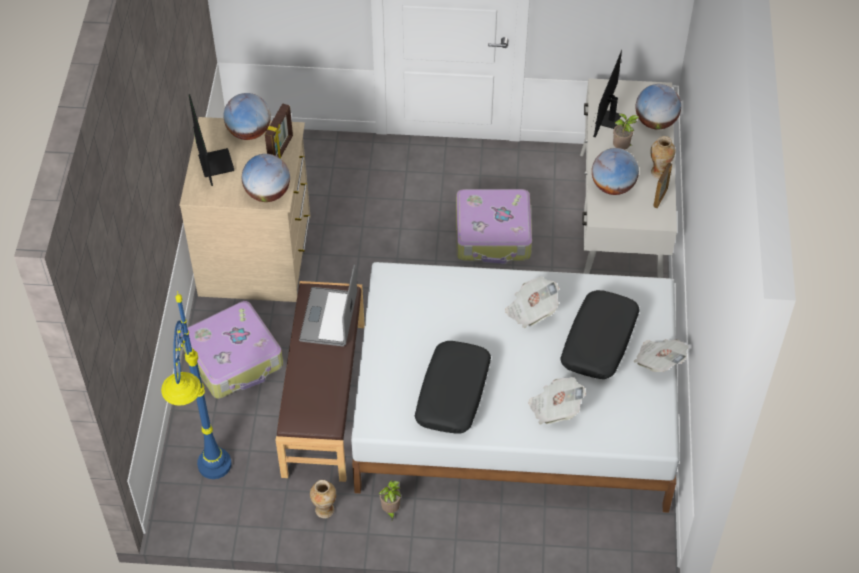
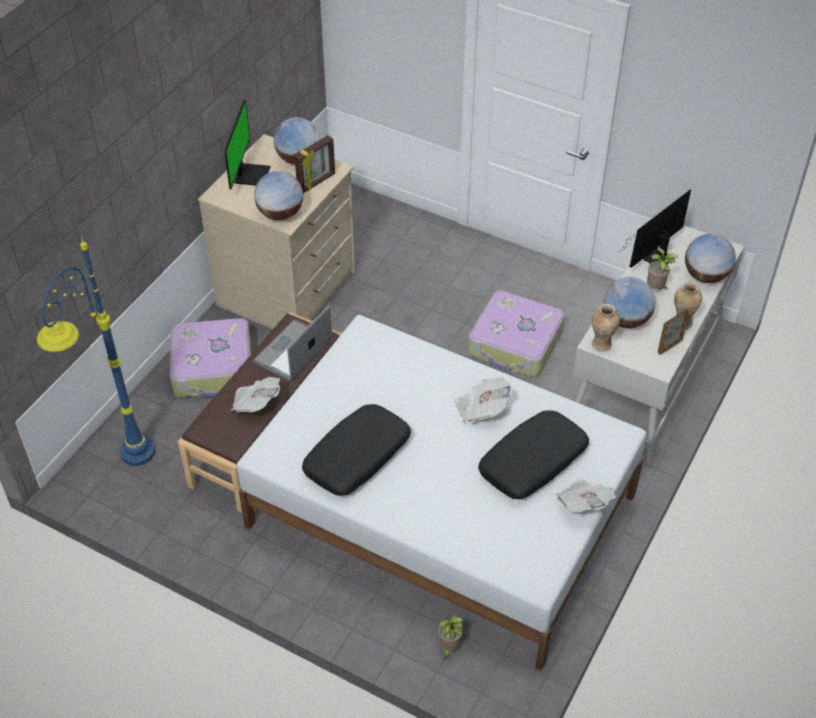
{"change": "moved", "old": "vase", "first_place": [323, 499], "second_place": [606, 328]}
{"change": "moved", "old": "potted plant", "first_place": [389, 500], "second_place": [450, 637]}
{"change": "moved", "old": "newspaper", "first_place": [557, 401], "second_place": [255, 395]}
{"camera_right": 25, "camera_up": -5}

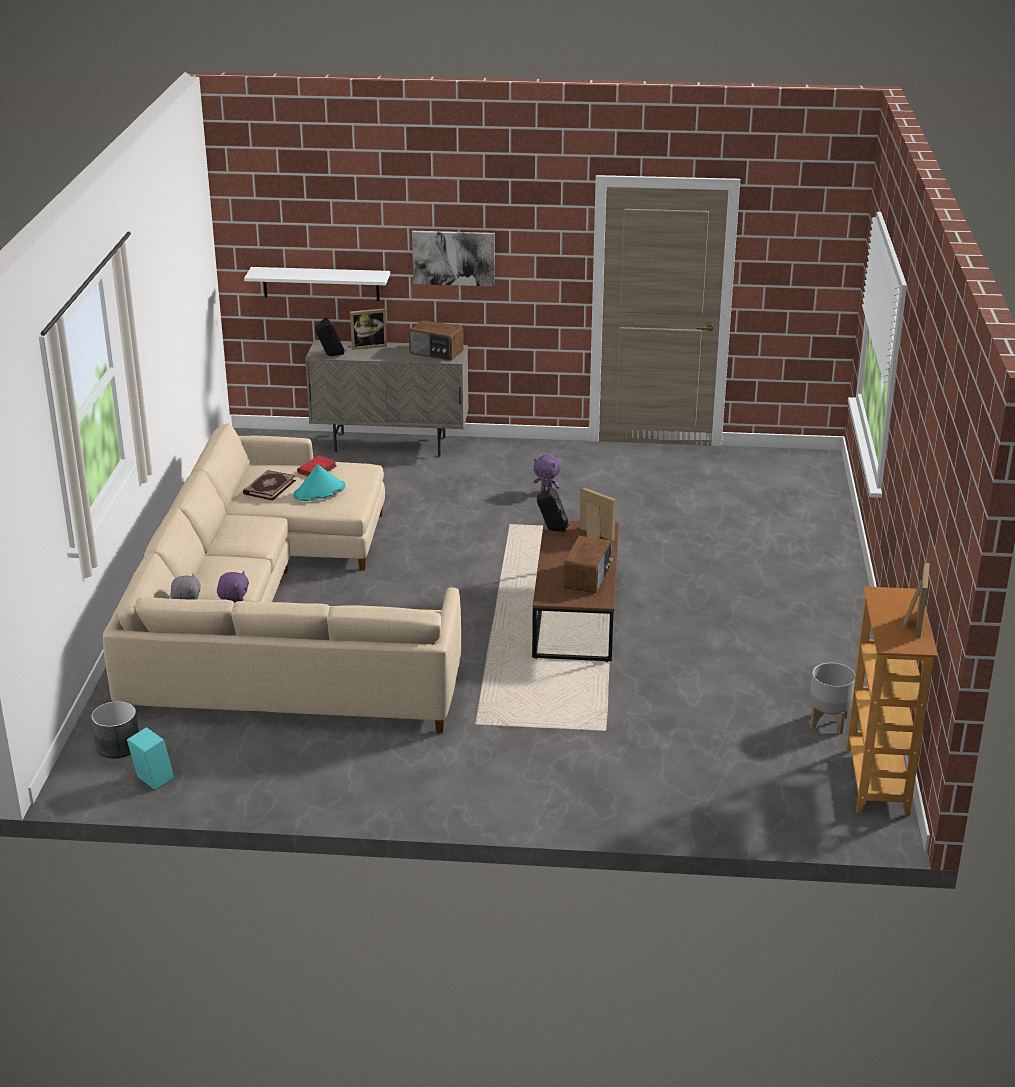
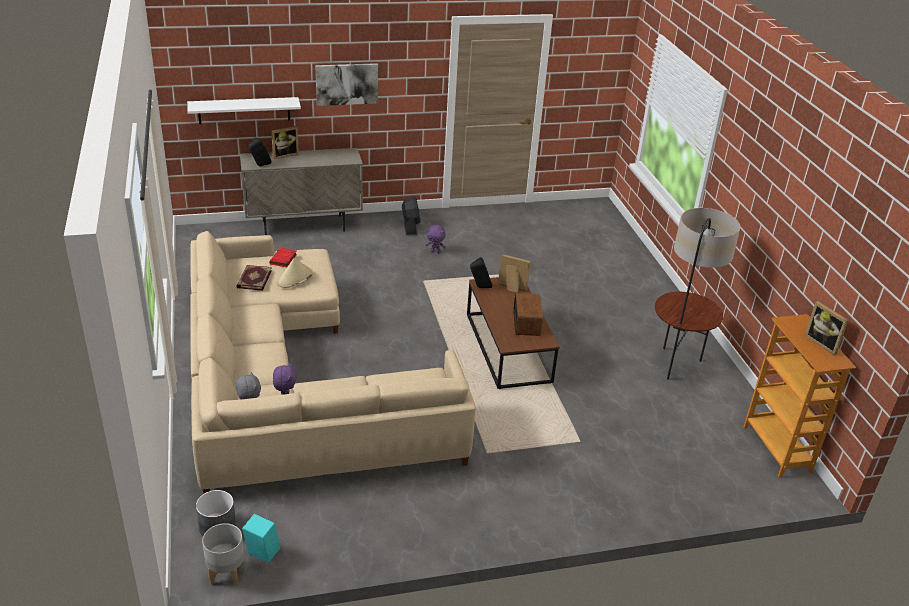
{"change": "removed", "old": "radio", "first_place": [436, 340]}
{"change": "added", "new": "black fan", "second_place": [411, 215]}
{"change": "added", "new": "floor lamp", "second_place": [697, 293]}
{"change": "moved", "old": "grey planter", "first_place": [833, 698], "second_place": [223, 554]}
{"change": "recoloured", "old": "turquoise hat", "new": "beige hat", "first_place": [319, 482], "second_place": [295, 273]}
{"change": "turned", "old": "picture frame", "first_place": [916, 600], "second_place": [827, 328], "degrees": 150}
{"camera_right": -20, "camera_up": 5}

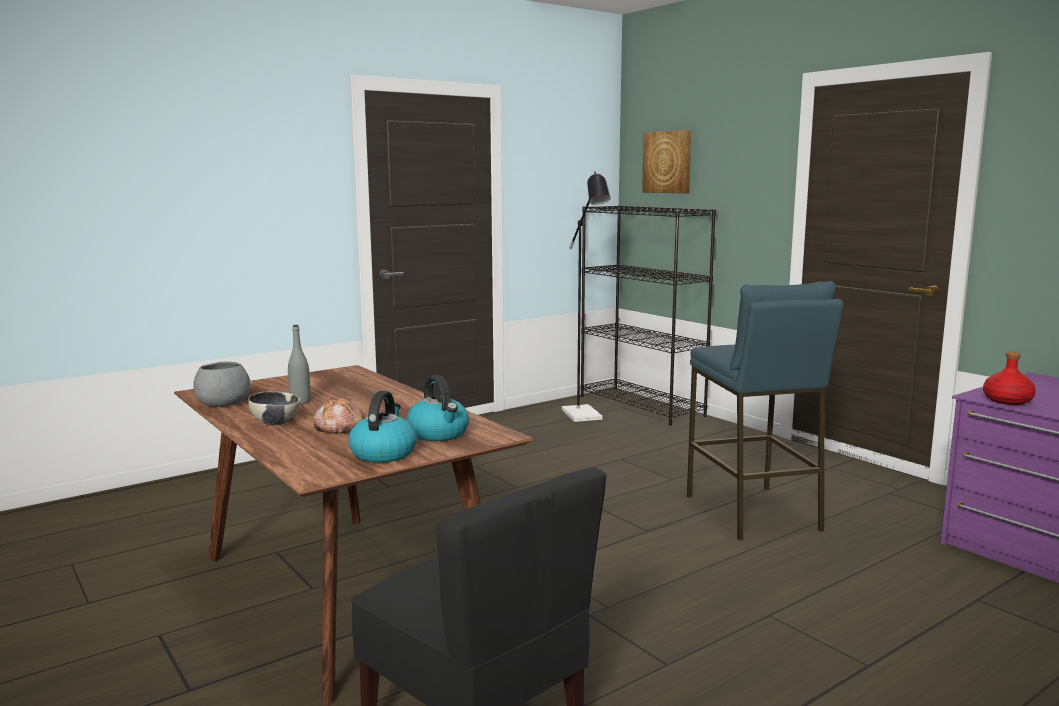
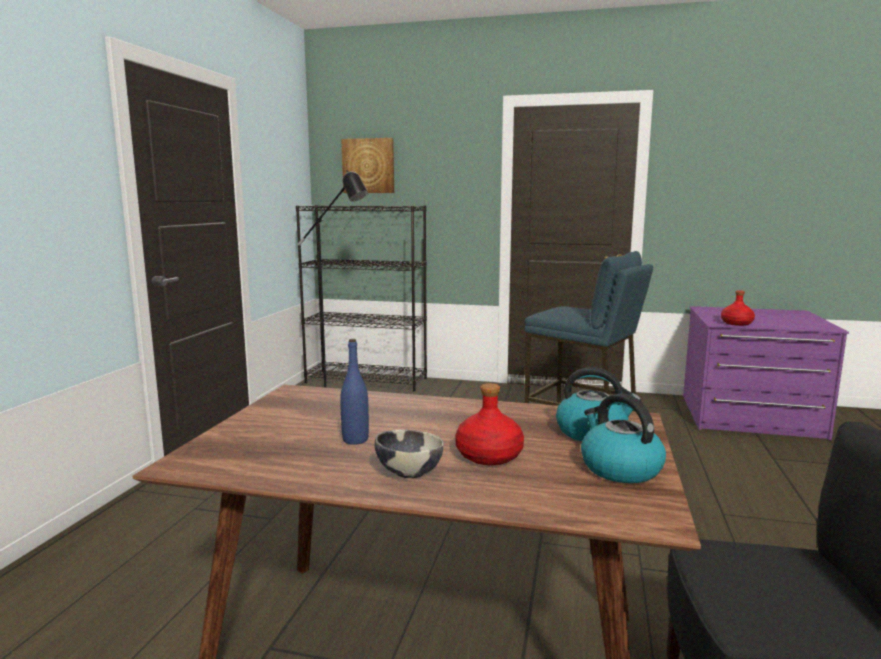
{"change": "removed", "old": "grey bowl", "first_place": [222, 384]}
{"change": "replaced", "old": "bread", "new": "red bottle", "first_place": [338, 415], "second_place": [489, 424]}
{"change": "recoloured", "old": "grey bottle", "new": "blue bottle", "first_place": [299, 364], "second_place": [354, 392]}
{"camera_right": -40, "camera_up": 0}

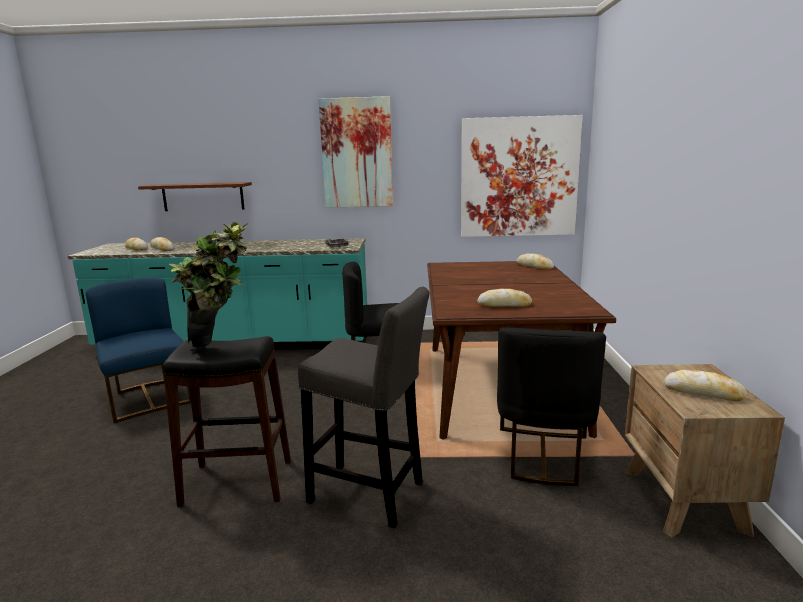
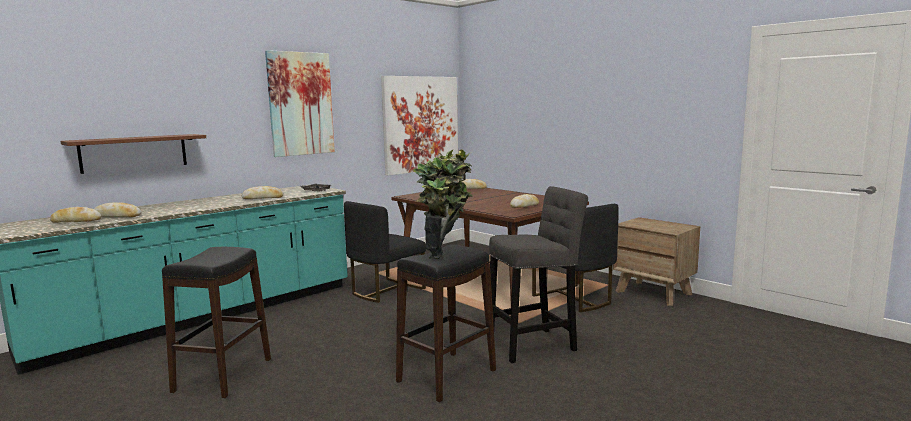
{"change": "moved", "old": "bread", "first_place": [705, 386], "second_place": [263, 192]}
{"change": "replaced", "old": "blue chair", "new": "black stool", "first_place": [138, 350], "second_place": [216, 322]}
{"camera_right": -45, "camera_up": -5}

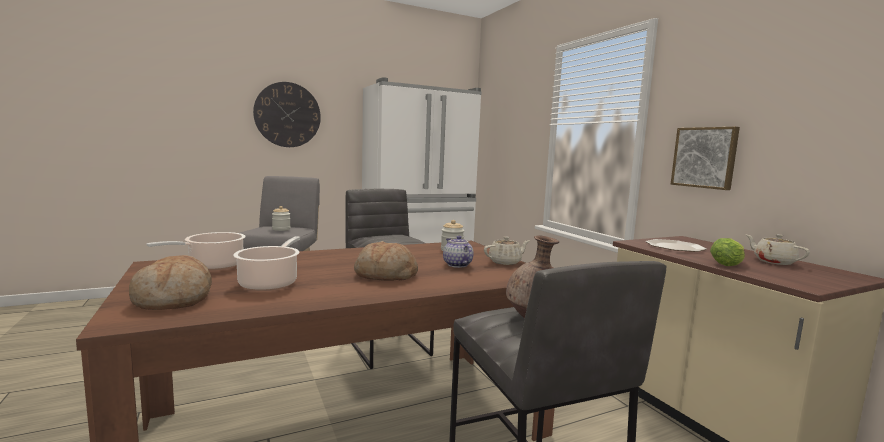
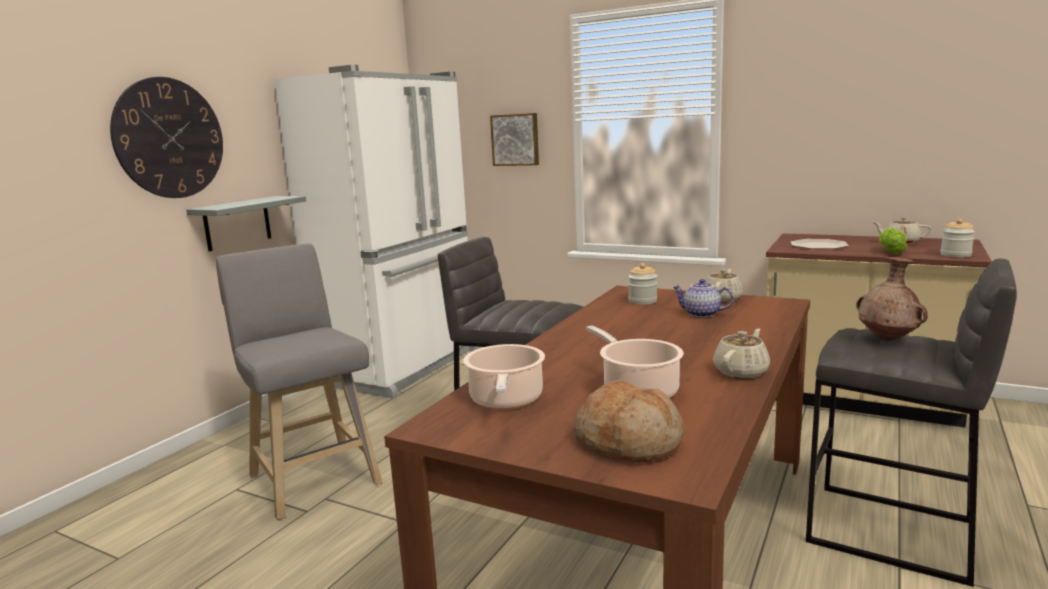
{"change": "removed", "old": "bread", "first_place": [386, 261]}
{"change": "added", "new": "grey shelf", "second_place": [246, 223]}
{"change": "added", "new": "beige teapot", "second_place": [741, 353]}
{"change": "moved", "old": "jar", "first_place": [281, 218], "second_place": [957, 238]}
{"change": "moved", "old": "picture", "first_place": [705, 158], "second_place": [514, 139]}
{"camera_right": -35, "camera_up": 5}

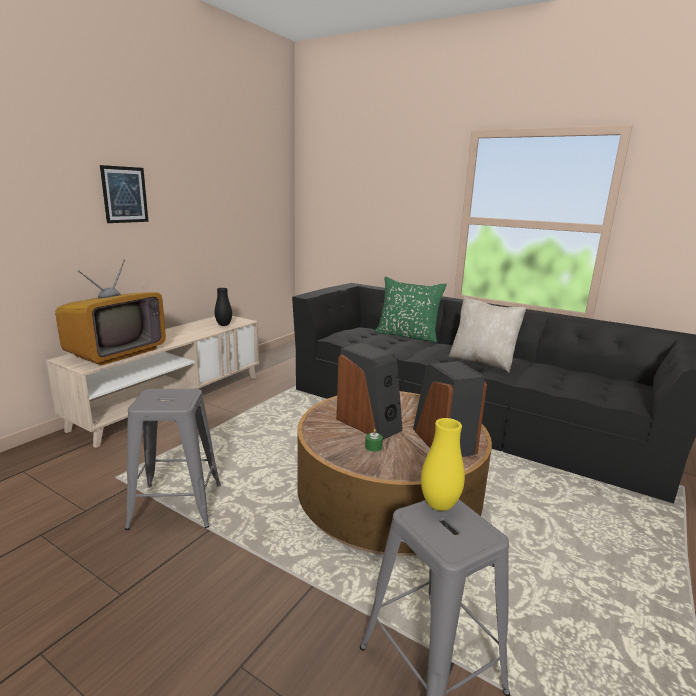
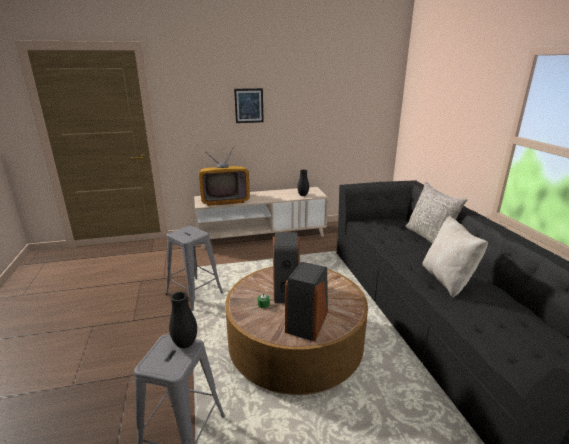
{"change": "recoloured", "old": "green pillow", "new": "grey pillow", "first_place": [410, 310], "second_place": [436, 213]}
{"change": "recoloured", "old": "yellow vase", "new": "black vase", "first_place": [443, 464], "second_place": [183, 320]}
{"camera_right": 45, "camera_up": 5}

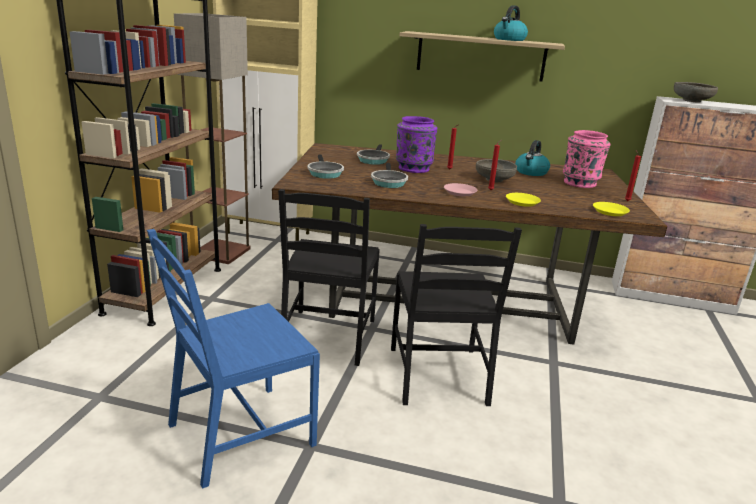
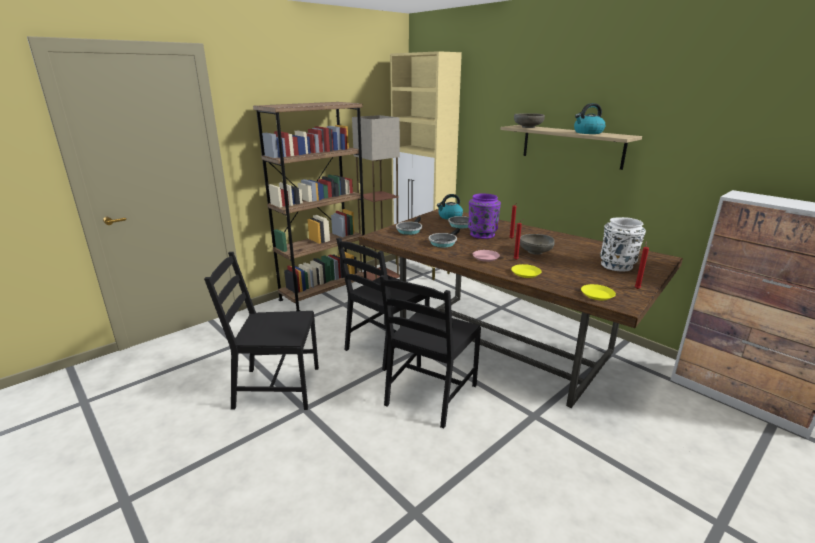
{"change": "moved", "old": "kettle", "first_place": [532, 158], "second_place": [450, 207]}
{"change": "moved", "old": "grey bowl", "first_place": [696, 92], "second_place": [529, 120]}
{"change": "recoloured", "old": "blue chair", "new": "black chair", "first_place": [233, 359], "second_place": [261, 331]}
{"change": "recoloured", "old": "pink vase", "new": "white vase", "first_place": [587, 159], "second_place": [623, 244]}
{"camera_right": 35, "camera_up": 0}

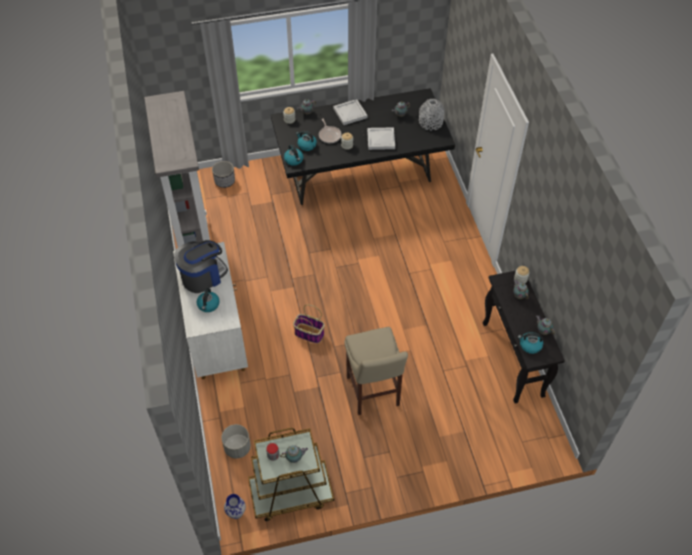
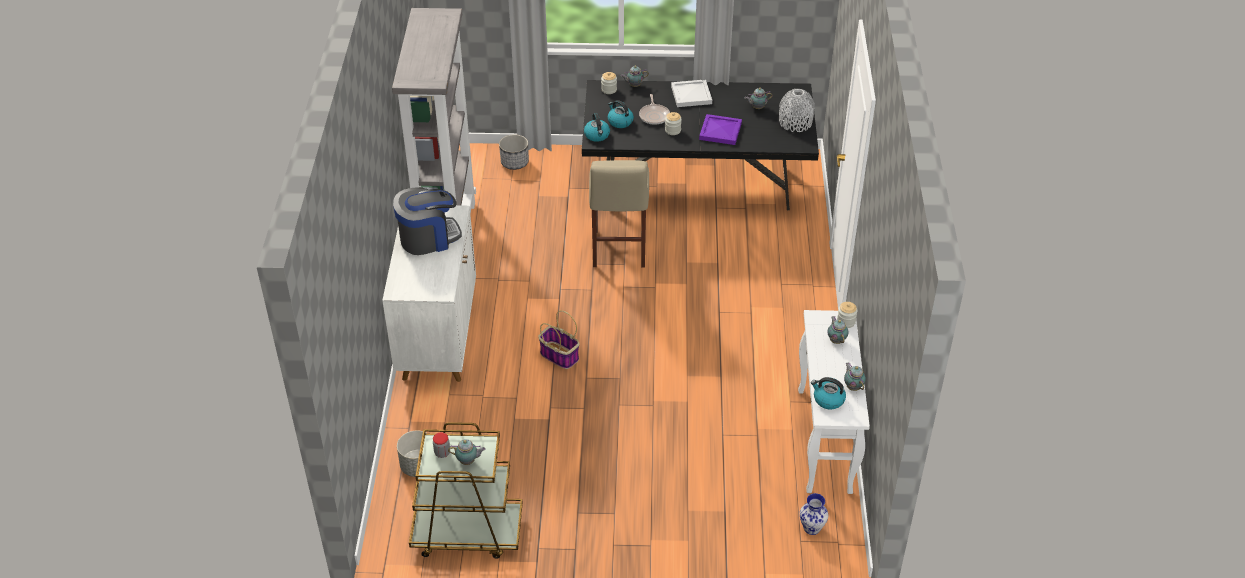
{"change": "removed", "old": "kettle", "first_place": [208, 300]}
{"change": "moved", "old": "vase", "first_place": [235, 506], "second_place": [814, 514]}
{"change": "moved", "old": "beige stool", "first_place": [376, 371], "second_place": [619, 214]}
{"change": "recoloured", "old": "white tray", "new": "purple tray", "first_place": [381, 138], "second_place": [720, 129]}
{"change": "recoloured", "old": "black console table", "new": "white console table", "first_place": [524, 337], "second_place": [834, 402]}
{"camera_right": 15, "camera_up": -10}

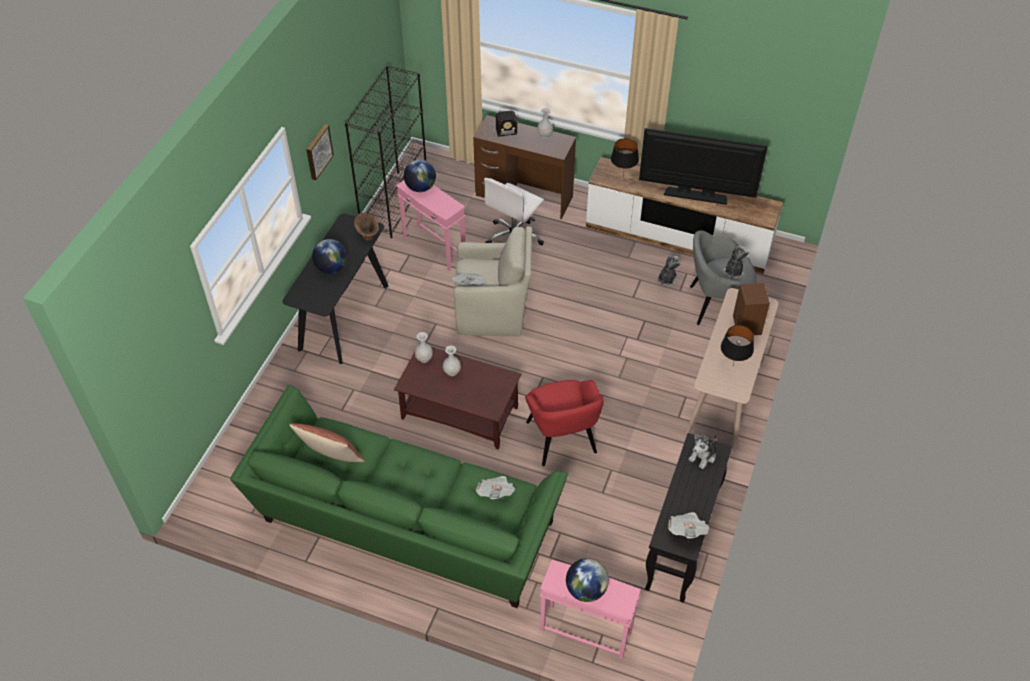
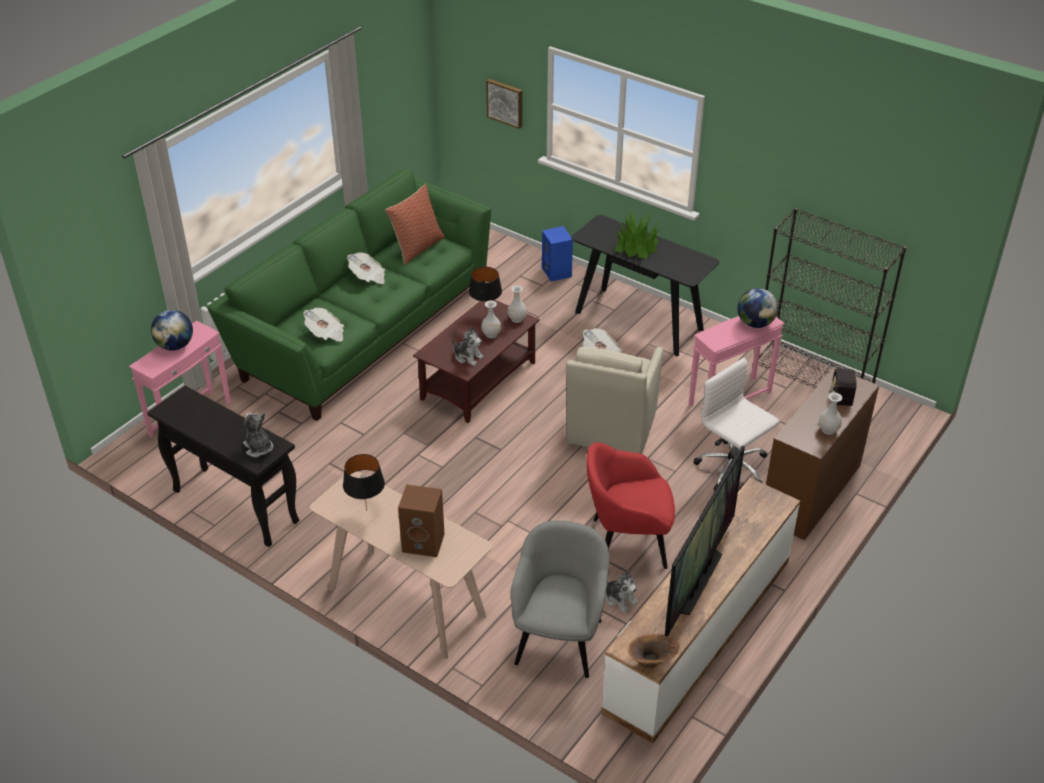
{"change": "added", "new": "blue speaker", "second_place": [557, 254]}
{"change": "moved", "old": "picture", "first_place": [320, 152], "second_place": [504, 104]}
{"change": "moved", "old": "brown vase", "first_place": [366, 227], "second_place": [654, 651]}
{"change": "moved", "old": "red armchair", "first_place": [564, 423], "second_place": [631, 505]}
{"change": "moved", "old": "black table lamp", "first_place": [625, 156], "second_place": [485, 287]}
{"change": "moved", "old": "newspaper", "first_place": [689, 525], "second_place": [366, 268]}
{"change": "moved", "old": "plush toy", "first_place": [736, 262], "second_place": [467, 346]}
{"change": "replaced", "old": "globe", "new": "potted plant", "first_place": [329, 256], "second_place": [636, 234]}
{"camera_right": 105, "camera_up": -10}

